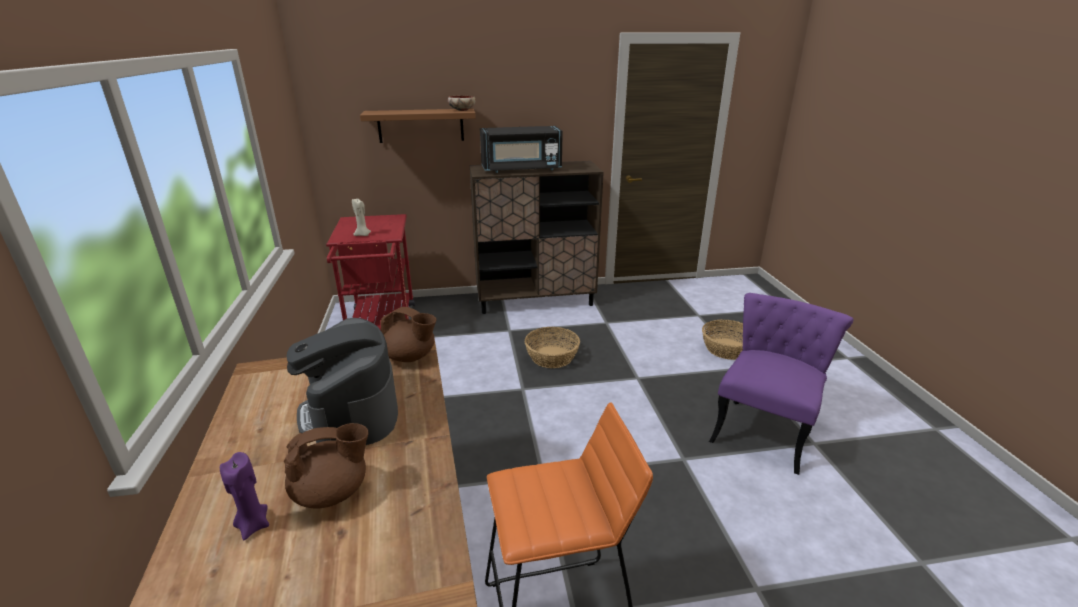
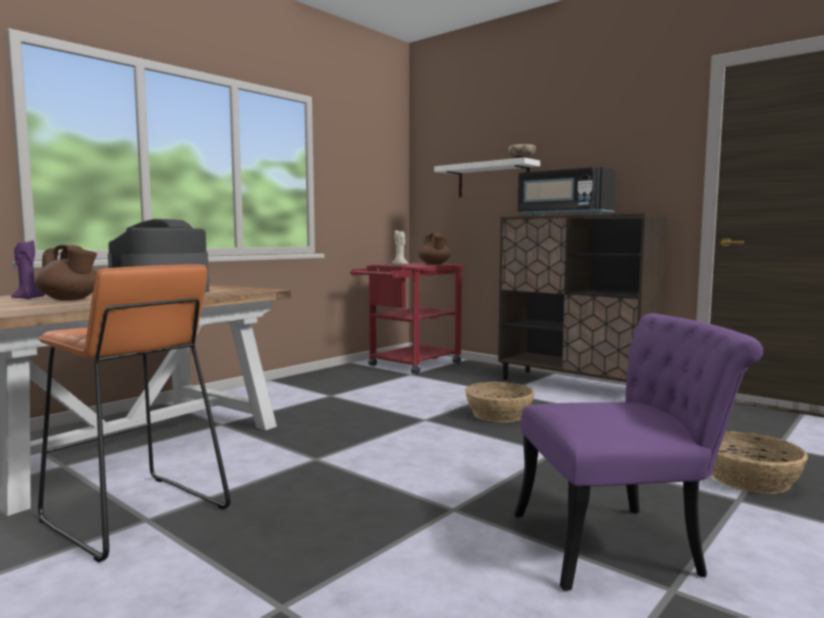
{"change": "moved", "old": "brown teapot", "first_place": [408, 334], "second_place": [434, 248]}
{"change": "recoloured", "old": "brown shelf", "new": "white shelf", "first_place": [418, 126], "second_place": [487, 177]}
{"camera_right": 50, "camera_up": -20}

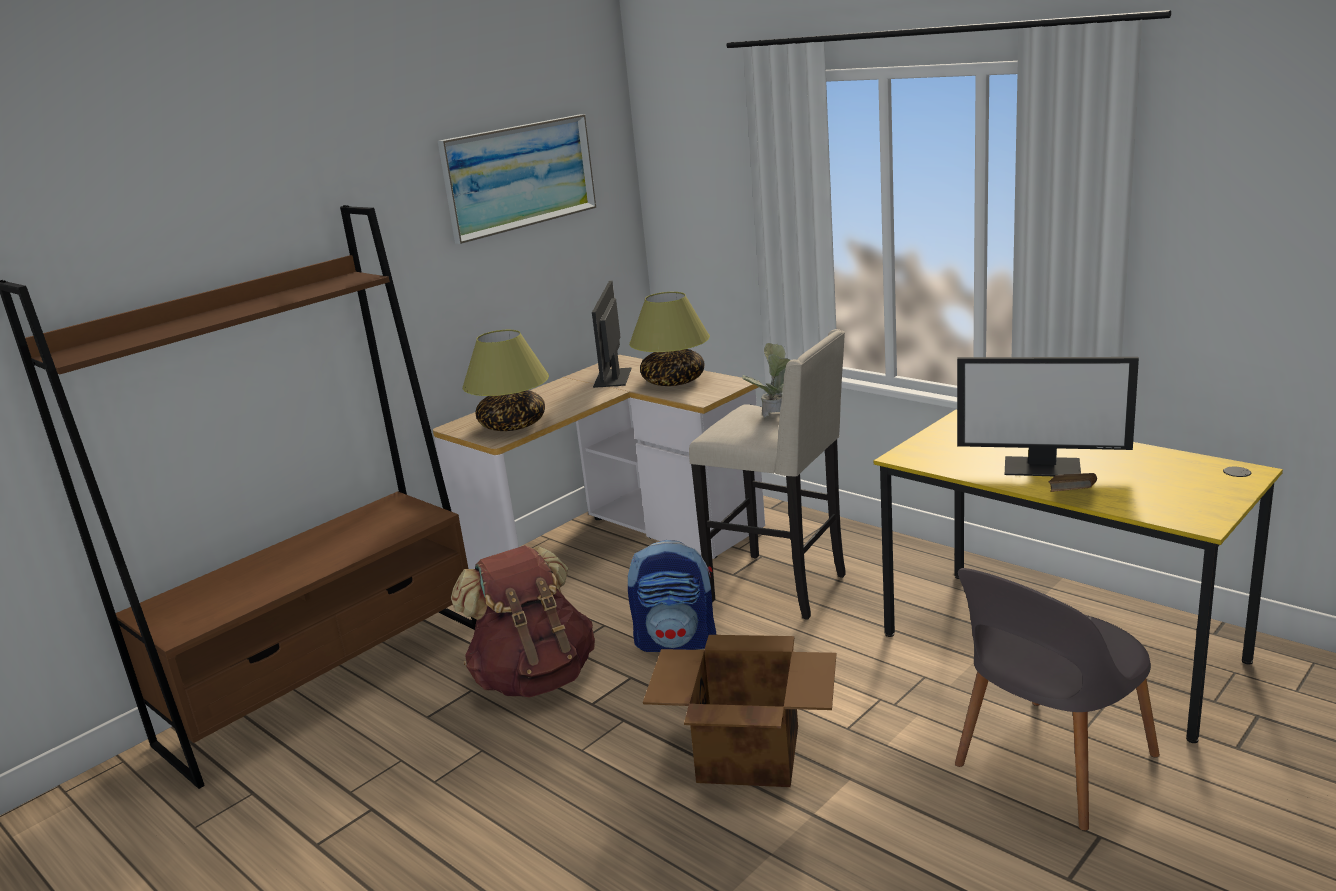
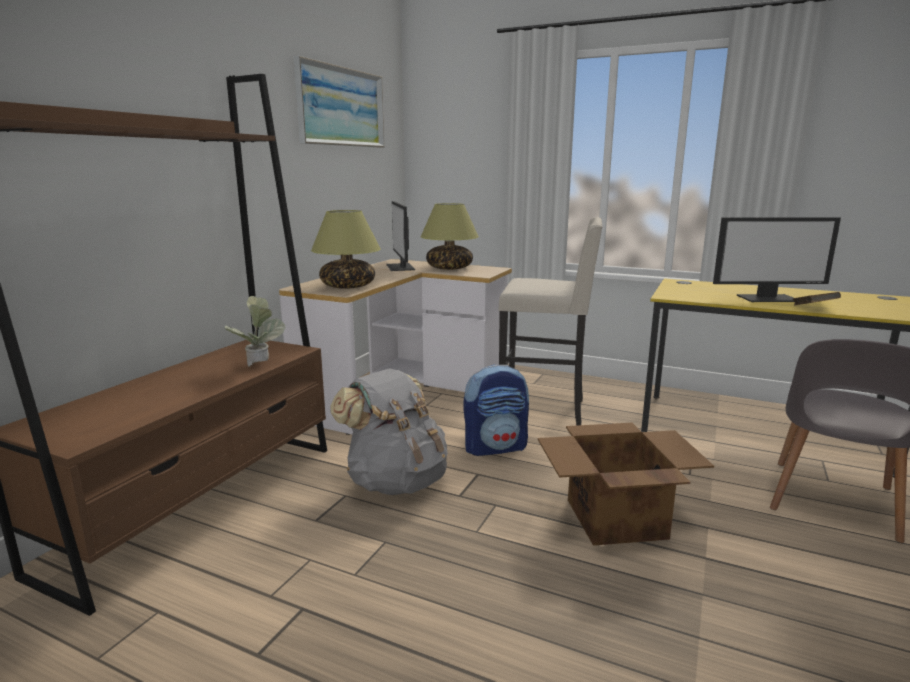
{"change": "moved", "old": "potted plant", "first_place": [766, 380], "second_place": [255, 331]}
{"change": "recoloured", "old": "brown backpack", "new": "grey backpack", "first_place": [523, 621], "second_place": [389, 431]}
{"camera_right": -20, "camera_up": -5}

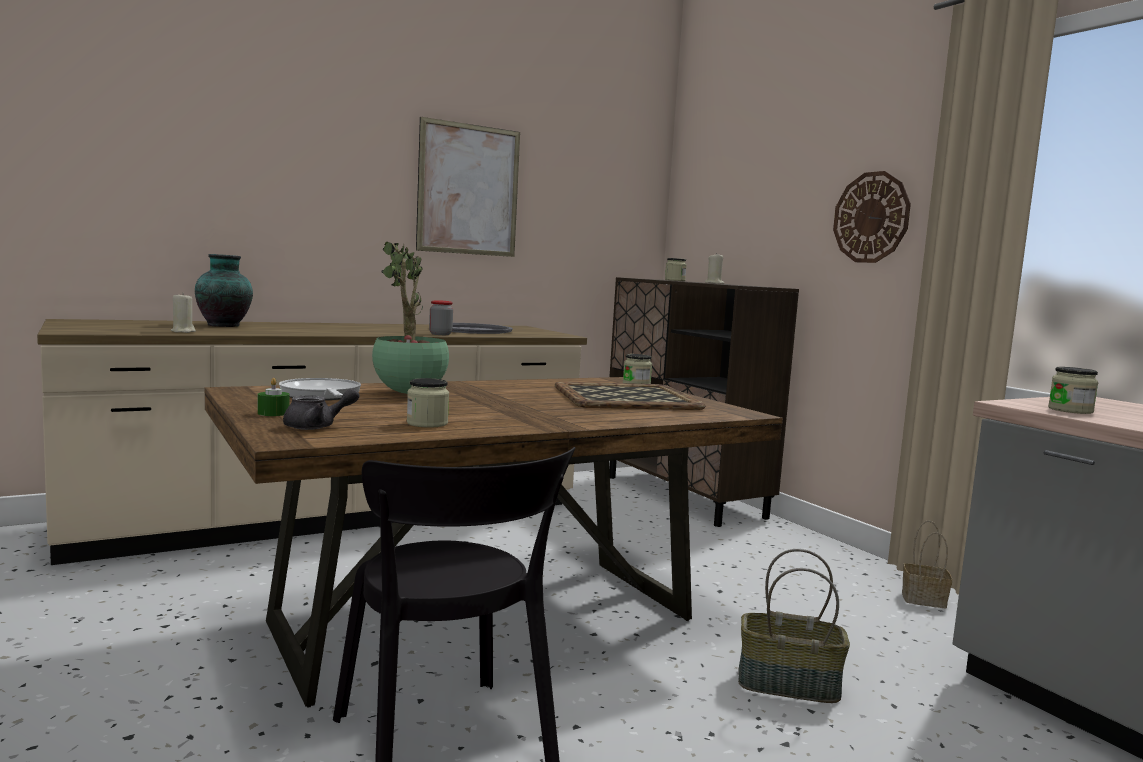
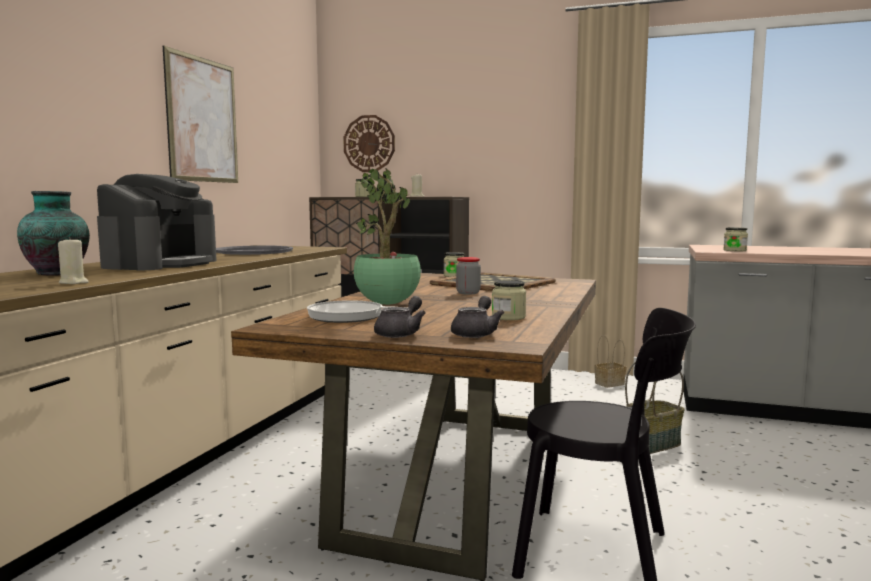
{"change": "added", "new": "coffee machine", "second_place": [157, 222]}
{"change": "moved", "old": "jar", "first_place": [441, 317], "second_place": [468, 276]}
{"change": "moved", "old": "wall clock", "first_place": [872, 217], "second_place": [369, 143]}
{"change": "replaced", "old": "green candle", "new": "grey teapot", "first_place": [273, 397], "second_place": [400, 317]}
{"camera_right": -40, "camera_up": 0}

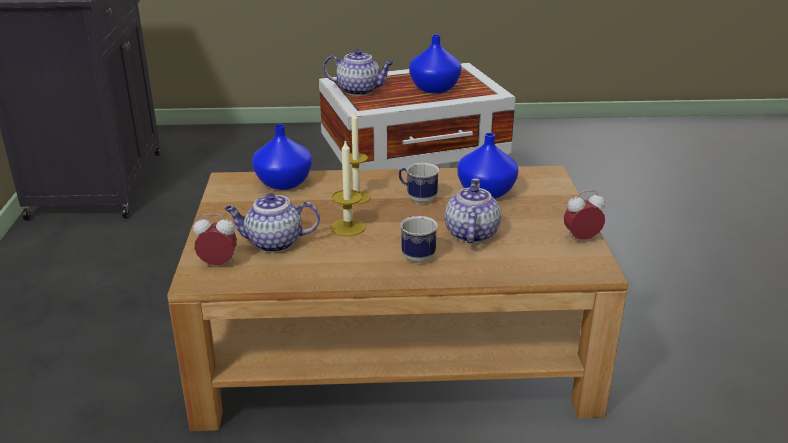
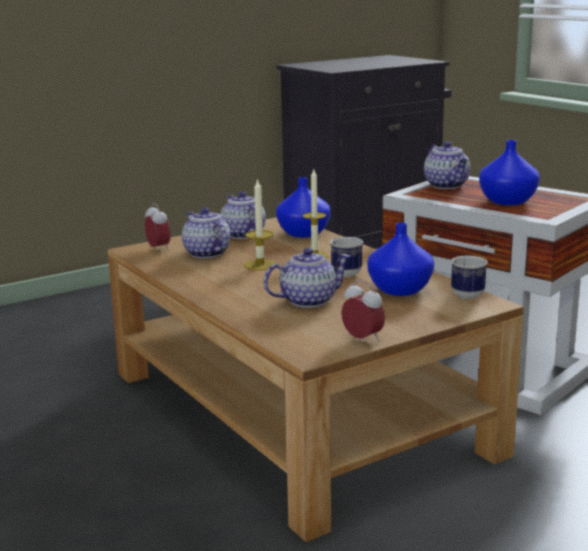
{"change": "added", "new": "teapot", "second_place": [243, 215]}
{"change": "moved", "old": "mug", "first_place": [419, 239], "second_place": [469, 277]}
{"camera_right": 60, "camera_up": -10}

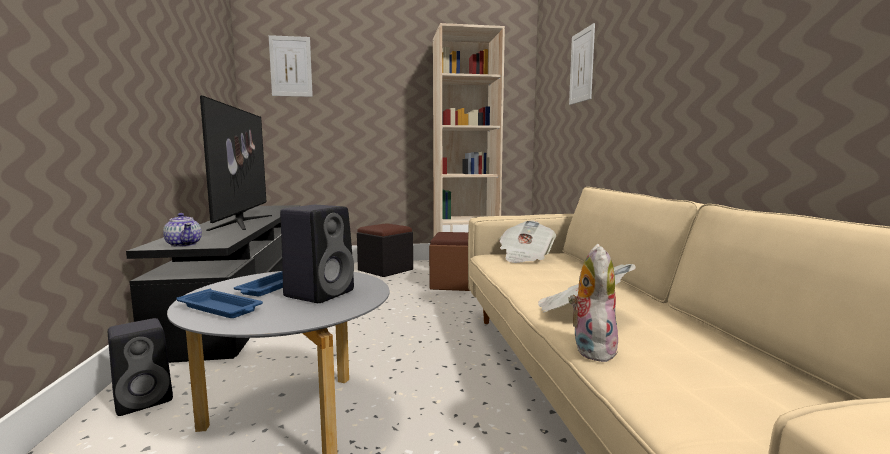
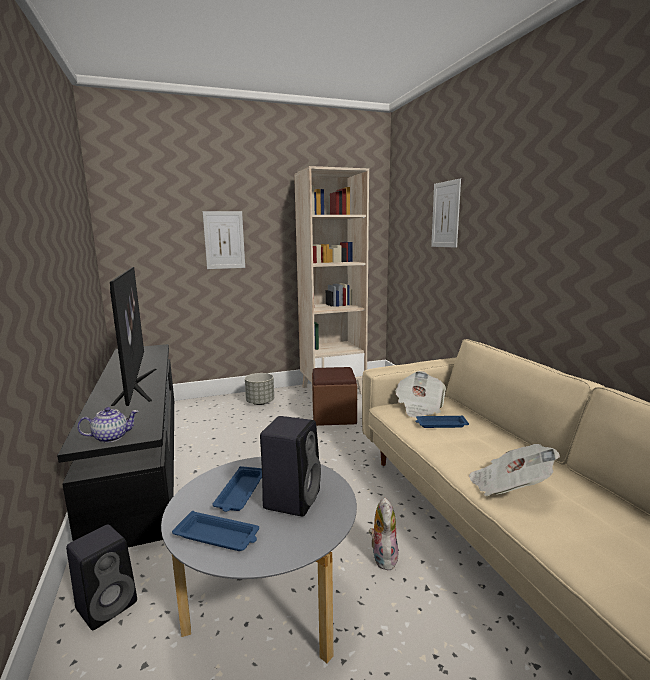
{"change": "added", "new": "blue tray", "second_place": [442, 421]}
{"change": "moved", "old": "picture", "first_place": [290, 66], "second_place": [224, 240]}
{"change": "moved", "old": "plush toy", "first_place": [594, 303], "second_place": [384, 533]}
{"change": "replaced", "old": "black ottoman", "new": "grey planter", "first_place": [385, 250], "second_place": [259, 389]}
{"change": "turned", "old": "teapot", "first_place": [182, 230], "second_place": [107, 425], "degrees": -60}
{"camera_right": -10, "camera_up": 5}

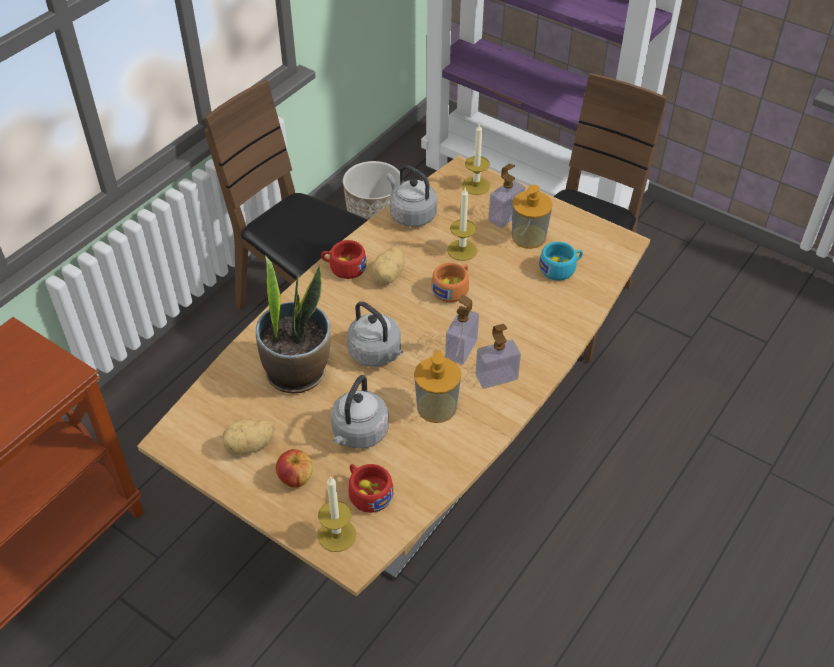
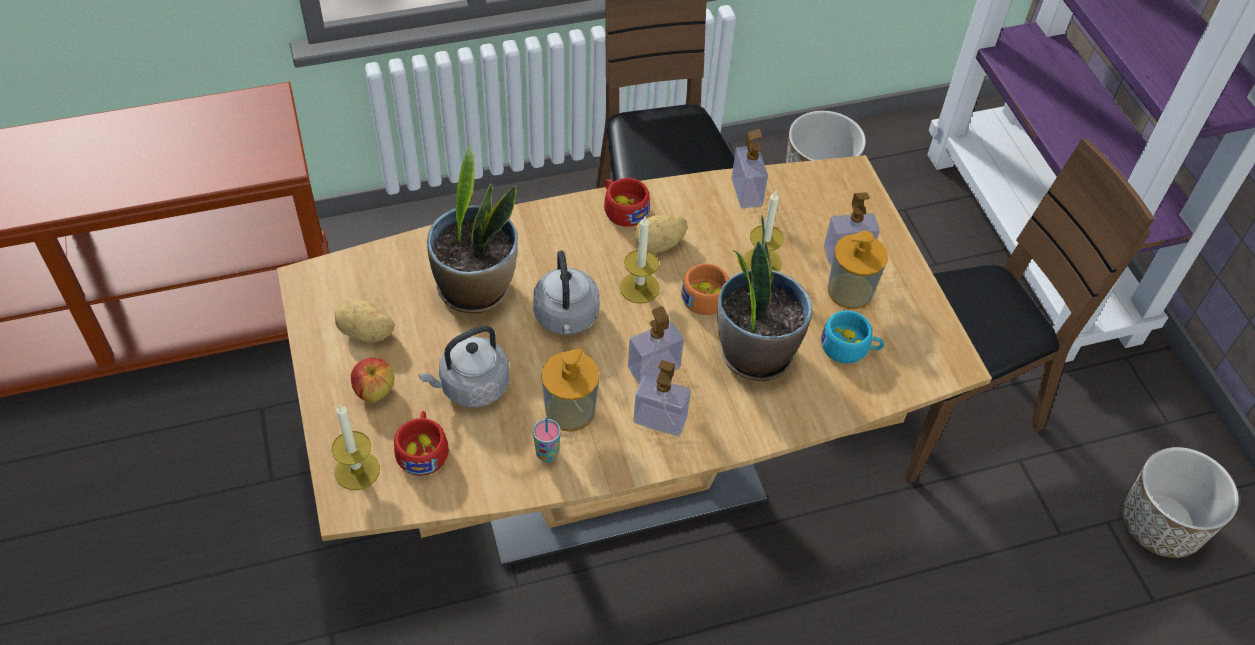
{"change": "added", "new": "cup", "second_place": [547, 439]}
{"change": "added", "new": "potted plant", "second_place": [765, 298]}
{"change": "added", "new": "planter", "second_place": [1181, 502]}
{"change": "moved", "old": "candle", "first_place": [476, 159], "second_place": [640, 259]}
{"change": "replaced", "old": "grey kettle", "new": "soap dispenser", "first_place": [412, 196], "second_place": [750, 168]}
{"camera_right": 35, "camera_up": 5}

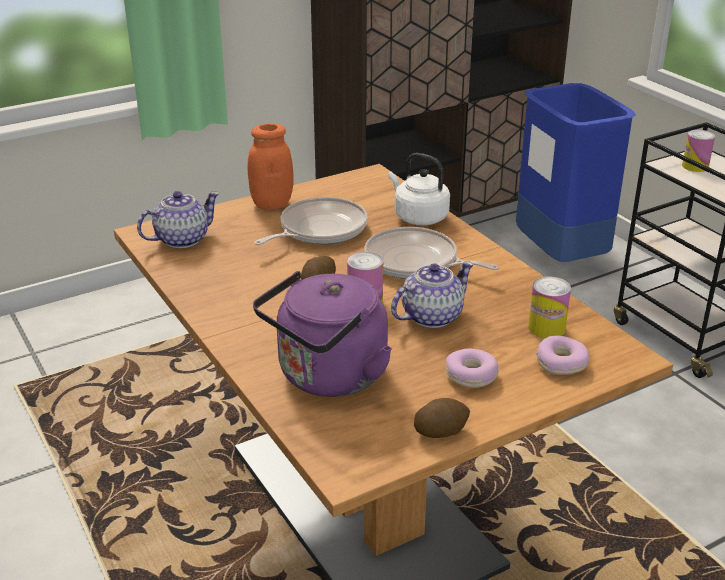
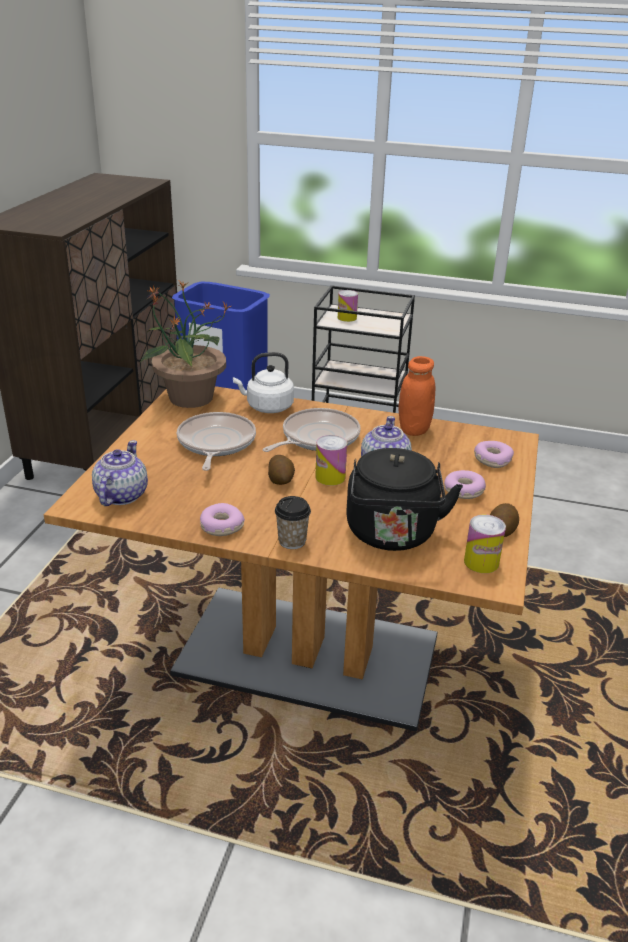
{"change": "added", "new": "potted plant", "second_place": [186, 344]}
{"change": "added", "new": "donut", "second_place": [222, 519]}
{"change": "added", "new": "cup", "second_place": [293, 522]}
{"change": "moved", "old": "orange jar", "first_place": [270, 166], "second_place": [417, 396]}
{"change": "moved", "old": "can", "first_place": [549, 307], "second_place": [485, 543]}
{"change": "recoloured", "old": "purple kettle", "new": "black kettle", "first_place": [322, 334], "second_place": [404, 499]}
{"change": "turned", "old": "frying pan", "first_place": [432, 253], "second_place": [311, 430], "degrees": 150}
{"camera_right": -45, "camera_up": 0}

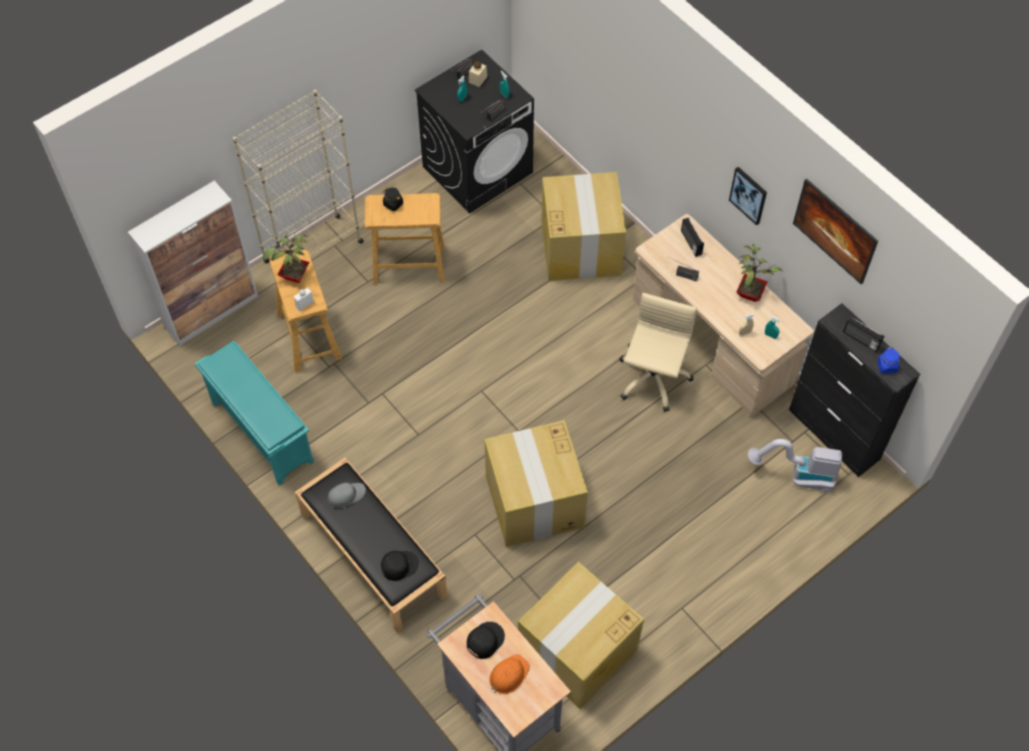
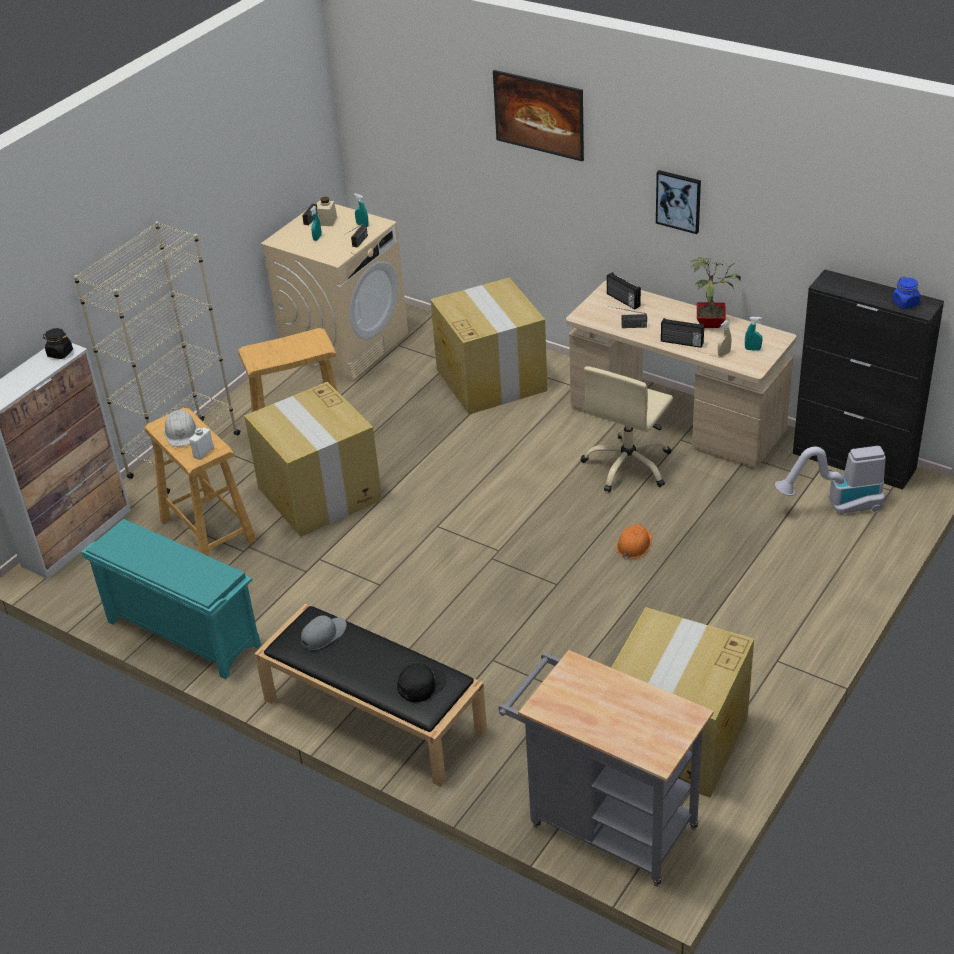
{"change": "removed", "old": "black cap", "first_place": [486, 640]}
{"change": "moved", "old": "black jar", "first_place": [393, 199], "second_place": [58, 343]}
{"change": "moved", "old": "cardboard box", "first_place": [536, 483], "second_place": [313, 459]}
{"change": "moved", "old": "orange hard hat", "first_place": [509, 674], "second_place": [634, 542]}
{"change": "moved", "old": "picture", "first_place": [835, 231], "second_place": [538, 116]}
{"change": "moved", "old": "radio", "first_place": [863, 334], "second_place": [682, 333]}
{"change": "replaced", "old": "potted plant", "new": "white hard hat", "first_place": [286, 258], "second_place": [181, 428]}
{"change": "recoloured", "old": "black washing machine", "new": "beige washing machine", "first_place": [474, 131], "second_place": [334, 291]}
{"change": "turned", "old": "beige office chair", "first_place": [658, 352], "second_place": [627, 429], "degrees": -150}
{"camera_right": -15, "camera_up": -20}

